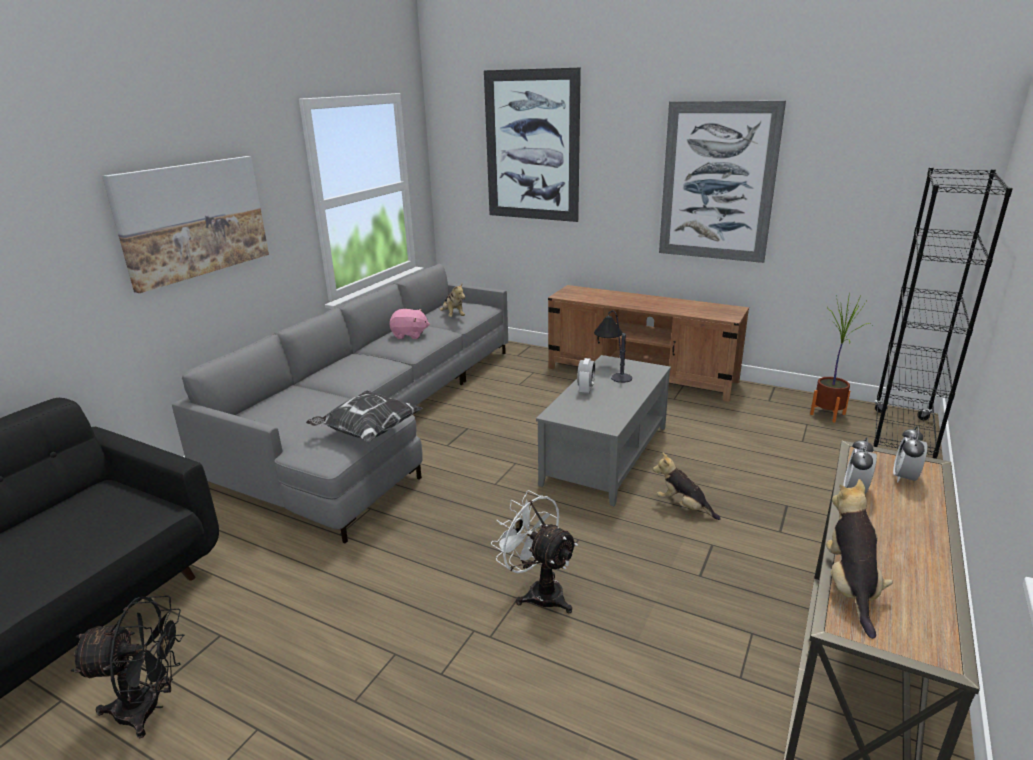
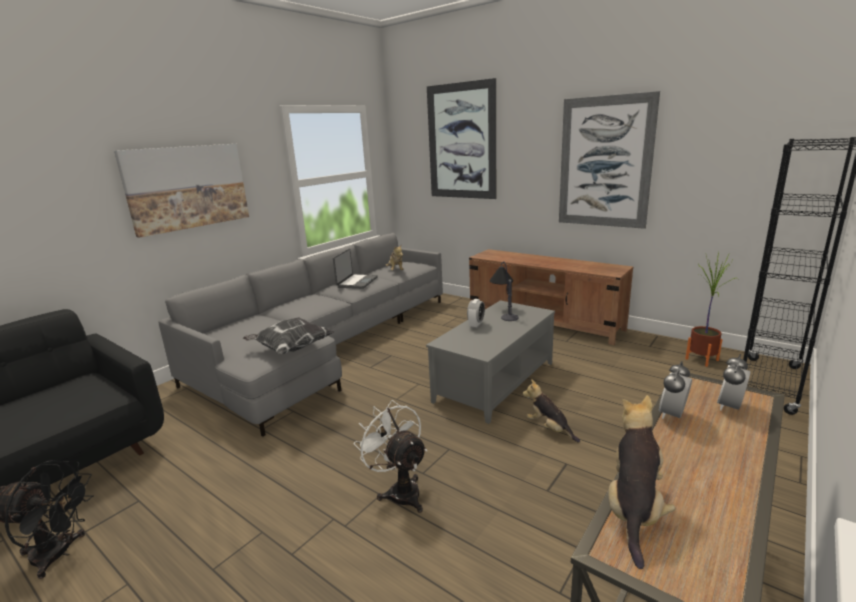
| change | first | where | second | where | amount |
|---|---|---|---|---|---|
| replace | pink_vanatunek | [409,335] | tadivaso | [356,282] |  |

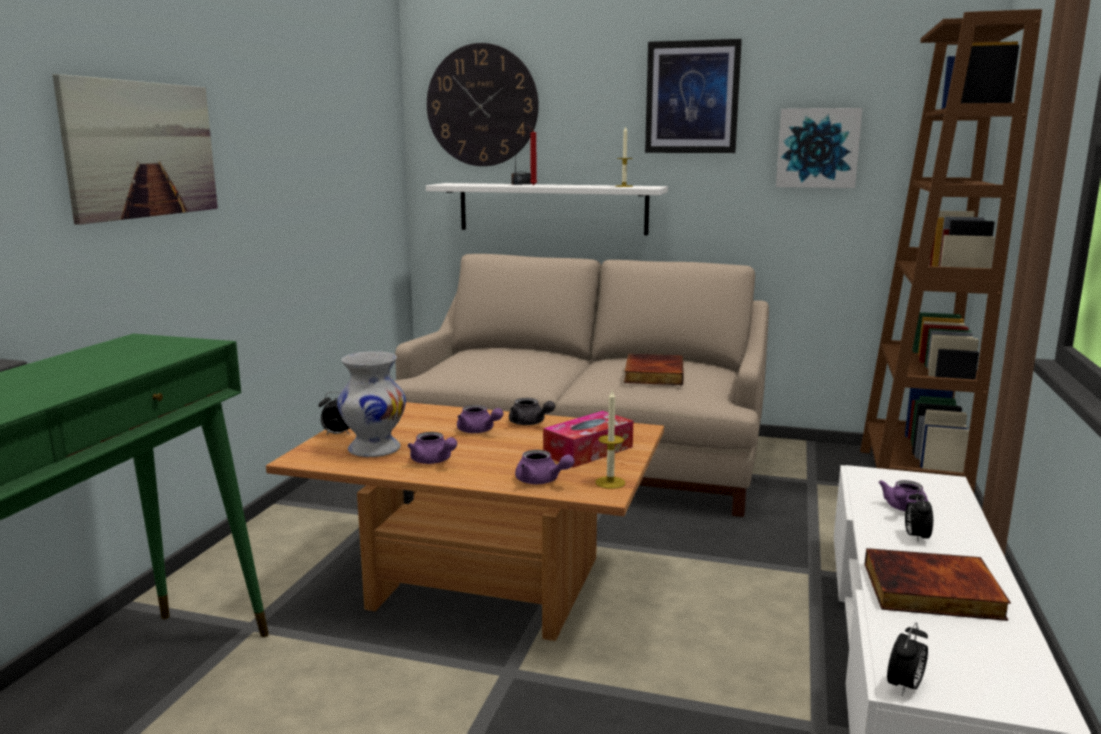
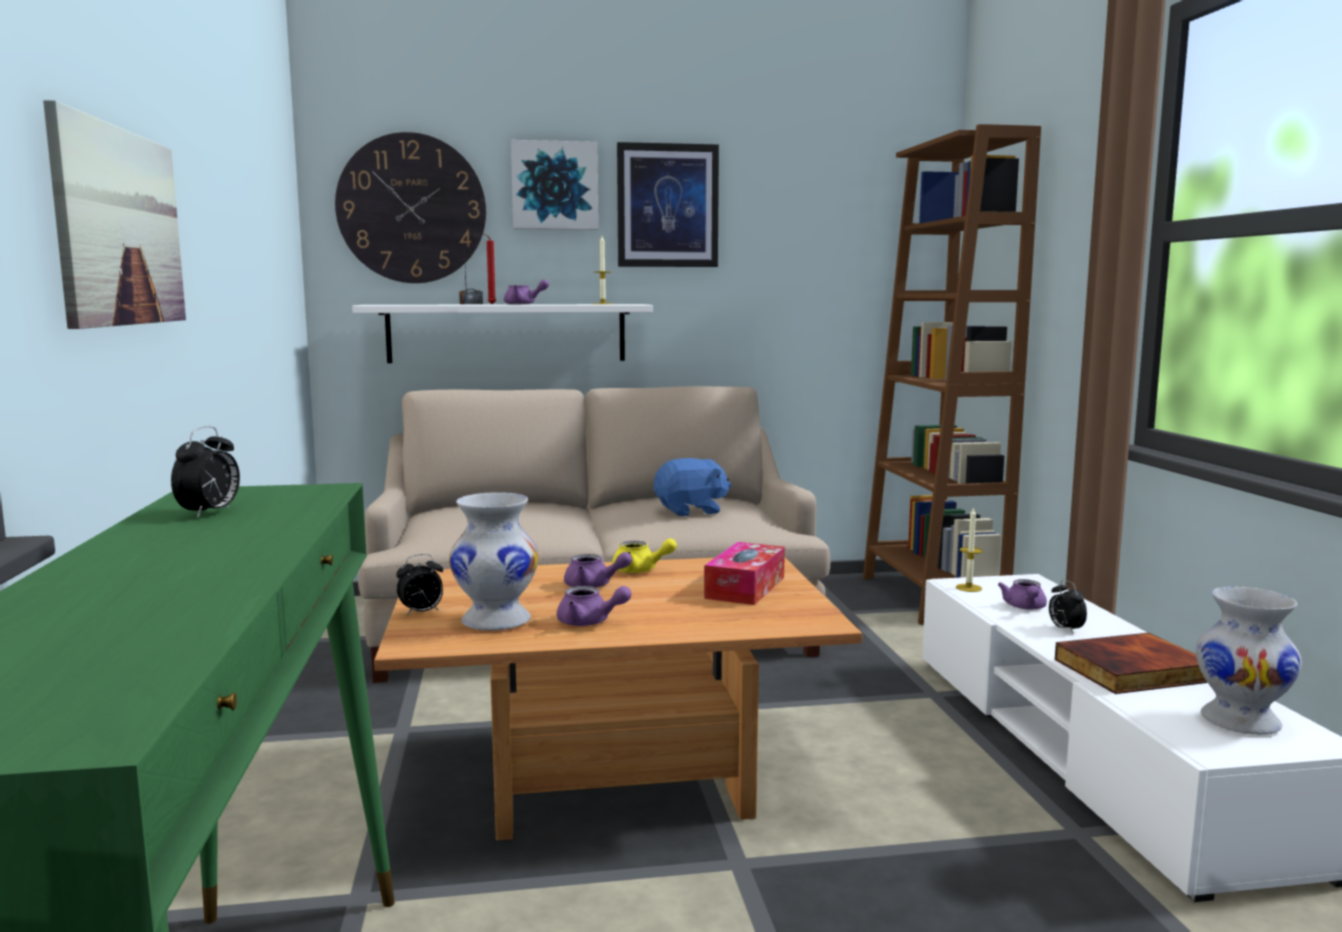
| change | first | where | second | where | amount |
|---|---|---|---|---|---|
| move | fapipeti | [905,687] |  | [210,513] |  |
| move | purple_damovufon | [541,481] |  | [524,304] |  |
| move | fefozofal | [817,148] |  | [554,186] |  |
| recolor | grey_damovufon | [530,423] | yellow_damovufon | [640,570] |  |
| replace | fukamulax | [652,374] | blue_vanatunek | [691,511] |  |
| move | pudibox | [610,482] |  | [968,588] |  |
| insert |  |  | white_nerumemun | [1239,722] |  |

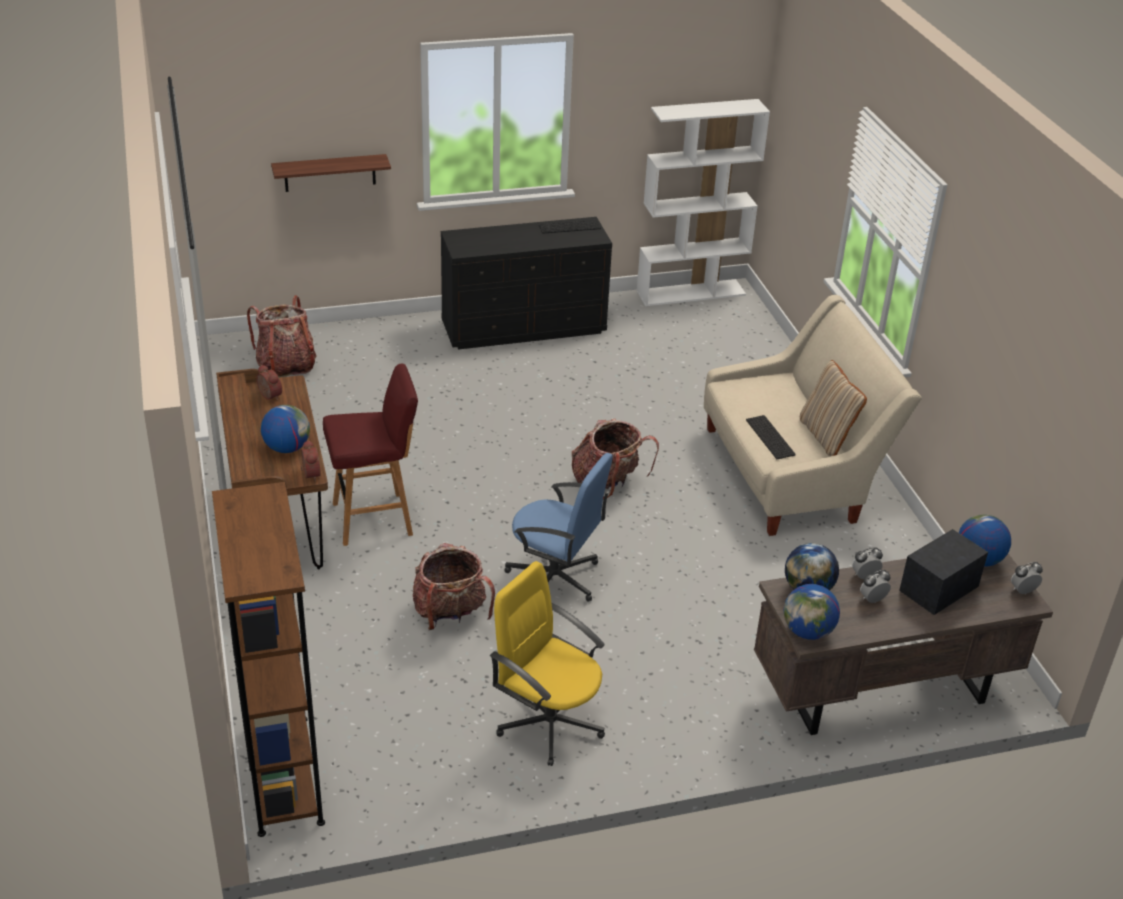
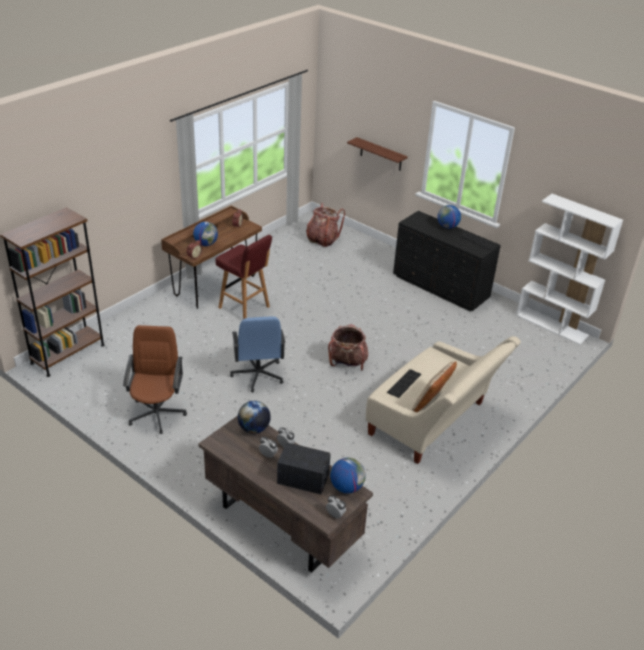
| change | first | where | second | where | amount |
|---|---|---|---|---|---|
| recolor | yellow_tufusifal | [549,722] | brown_tufusifal | [157,413] |  |
| move | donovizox | [808,632] |  | [447,227] |  |
| delete | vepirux | [450,614] |  |  |  |

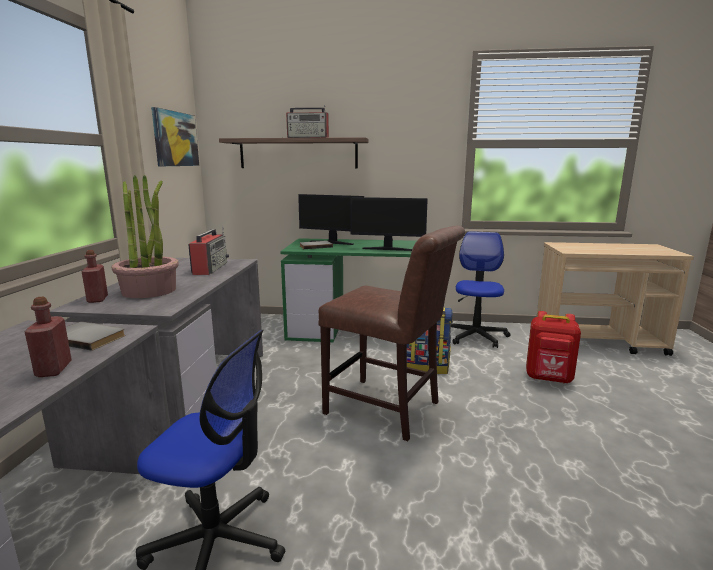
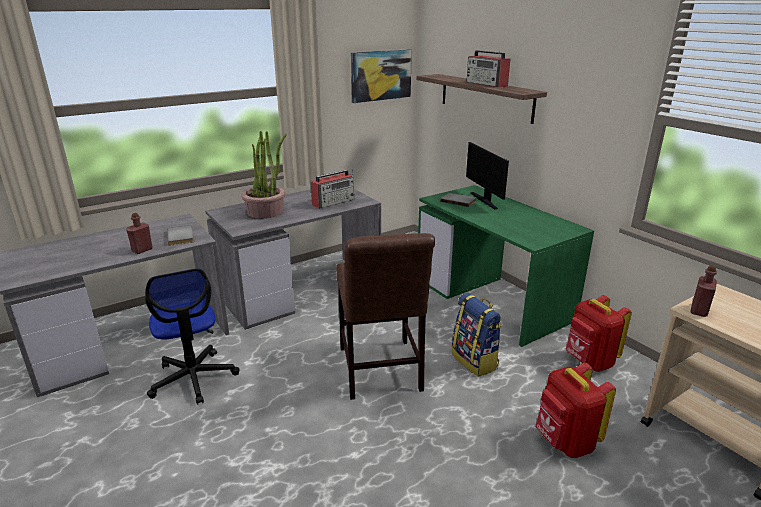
| change | first | where | second | where | amount |
|---|---|---|---|---|---|
| replace | tufusifal | [475,336] | red_vepirux | [589,362] |  |
| move | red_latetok | [97,299] |  | [699,311] |  |
| delete | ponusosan | [387,249] |  |  |  |

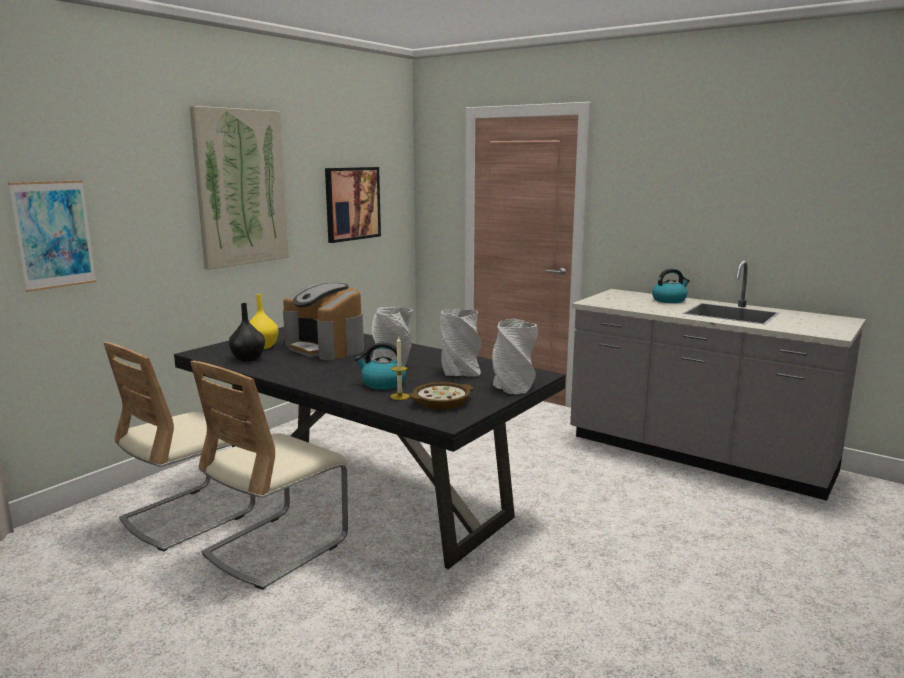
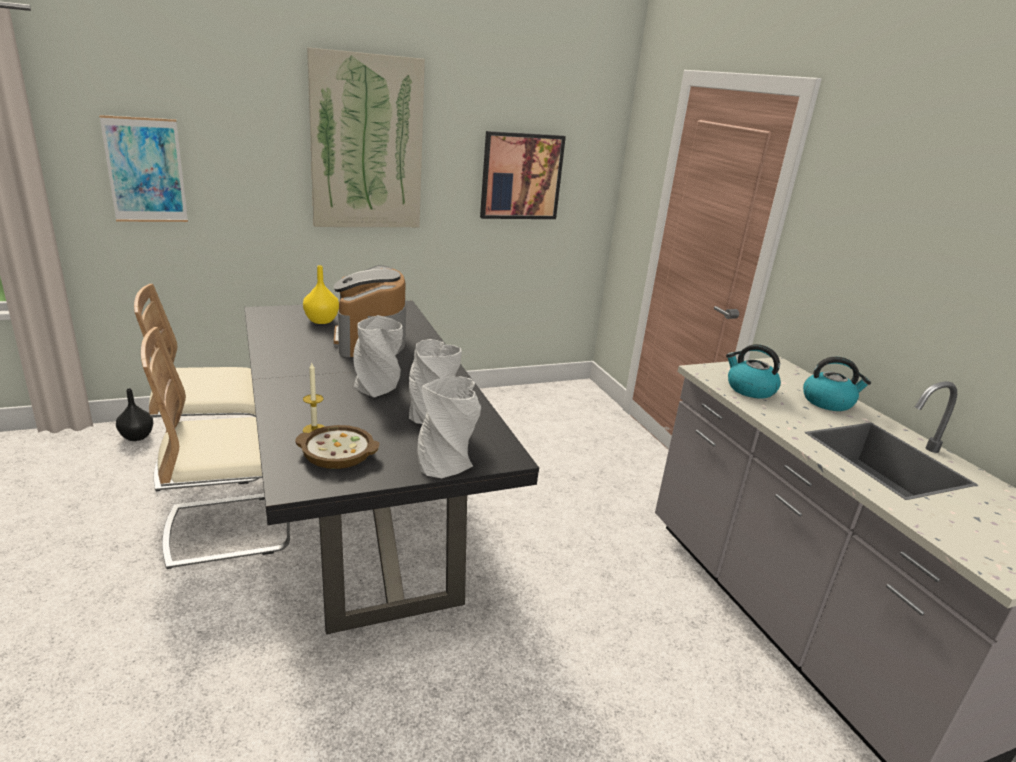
| change | first | where | second | where | amount |
|---|---|---|---|---|---|
| move | black_nerumemun | [248,359] |  | [137,437] |  |
| move | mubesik | [382,384] |  | [749,389] |  |

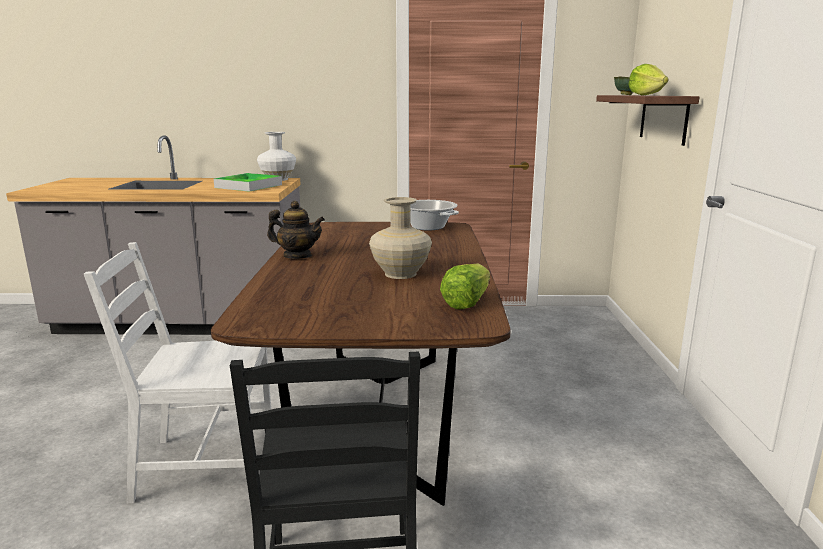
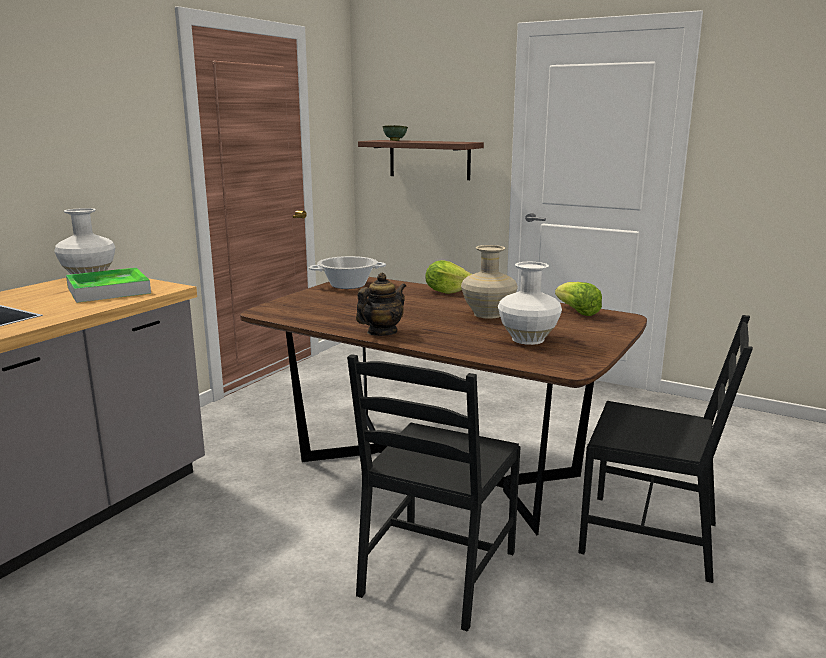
| change | first | where | second | where | amount |
|---|---|---|---|---|---|
| recolor | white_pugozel | [204,466] | black_pugozel | [437,573] |  |
| move | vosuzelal | [646,95] |  | [447,292] |  |
| insert |  |  | white_nerumemun | [527,339] |  |

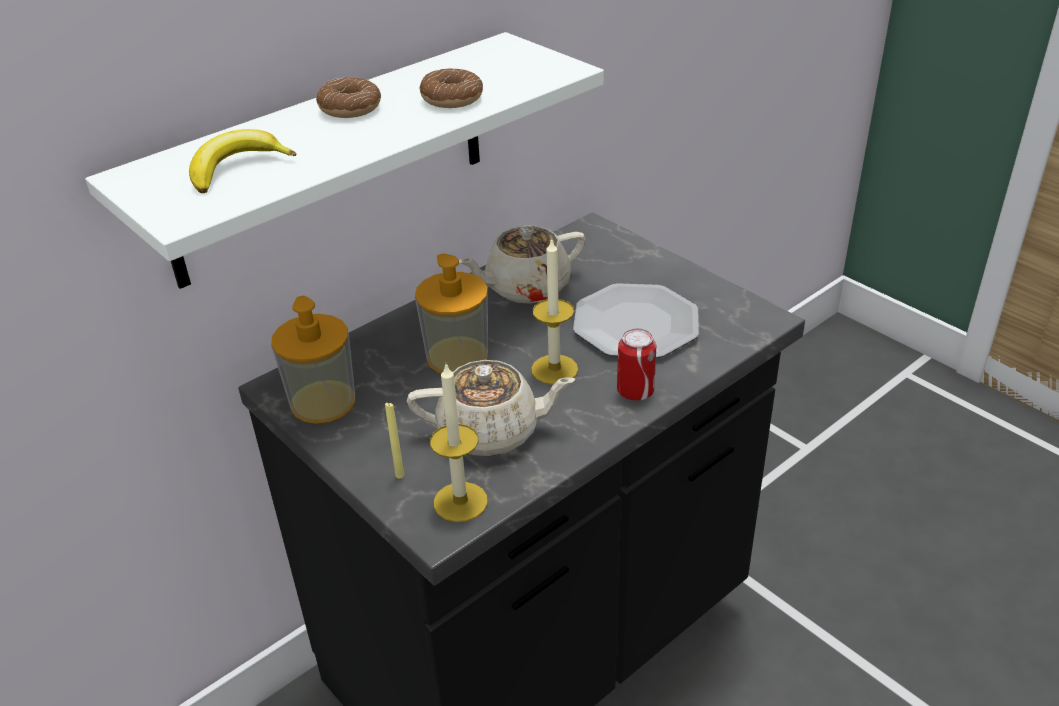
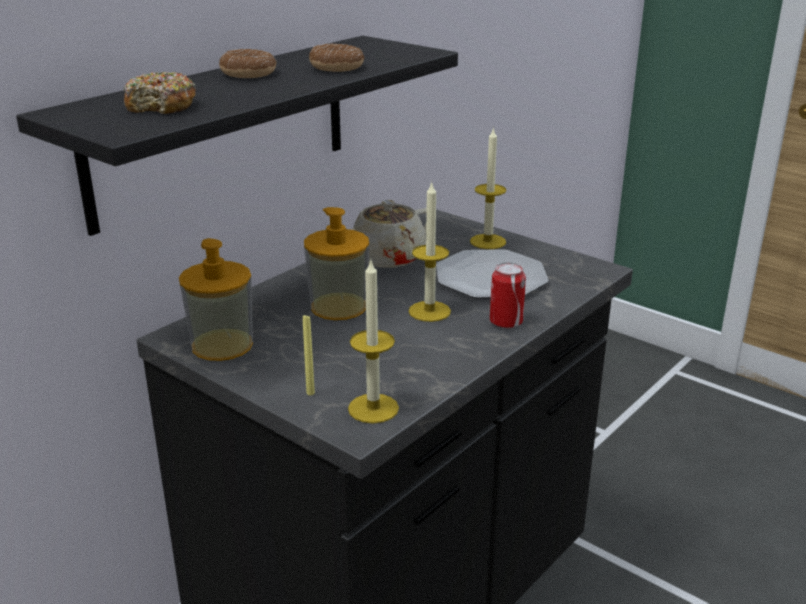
| change | first | where | second | where | amount |
|---|---|---|---|---|---|
| recolor | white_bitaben | [331,159] | black_bitaben | [222,129] |  |
| replace | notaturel | [237,169] | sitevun | [161,106] |  |
| insert |  |  | pudibox | [488,241] |  |
| delete | beige_damovufon | [491,432] |  |  |  |

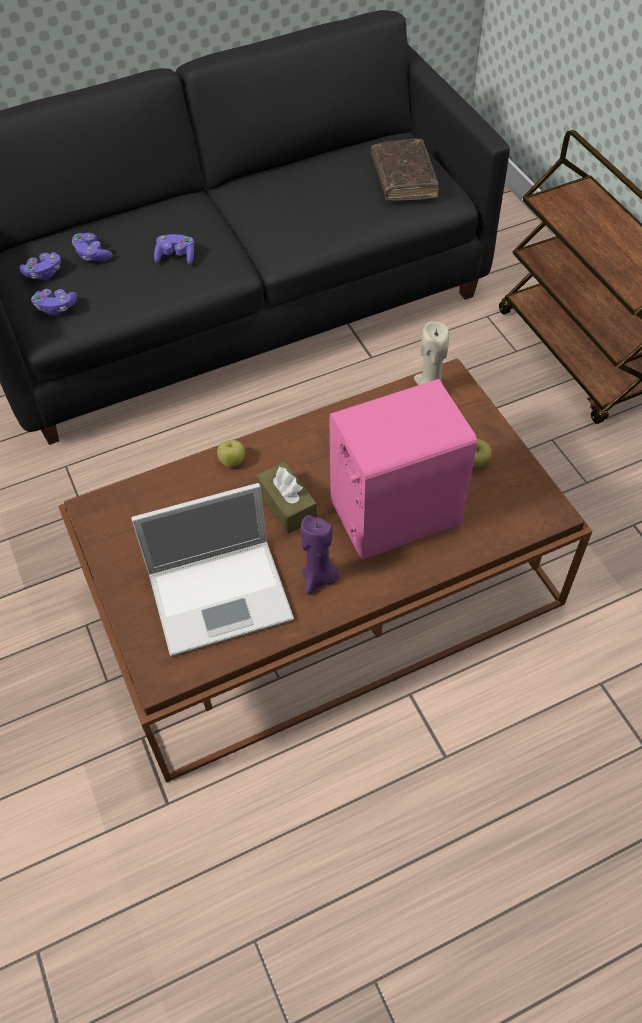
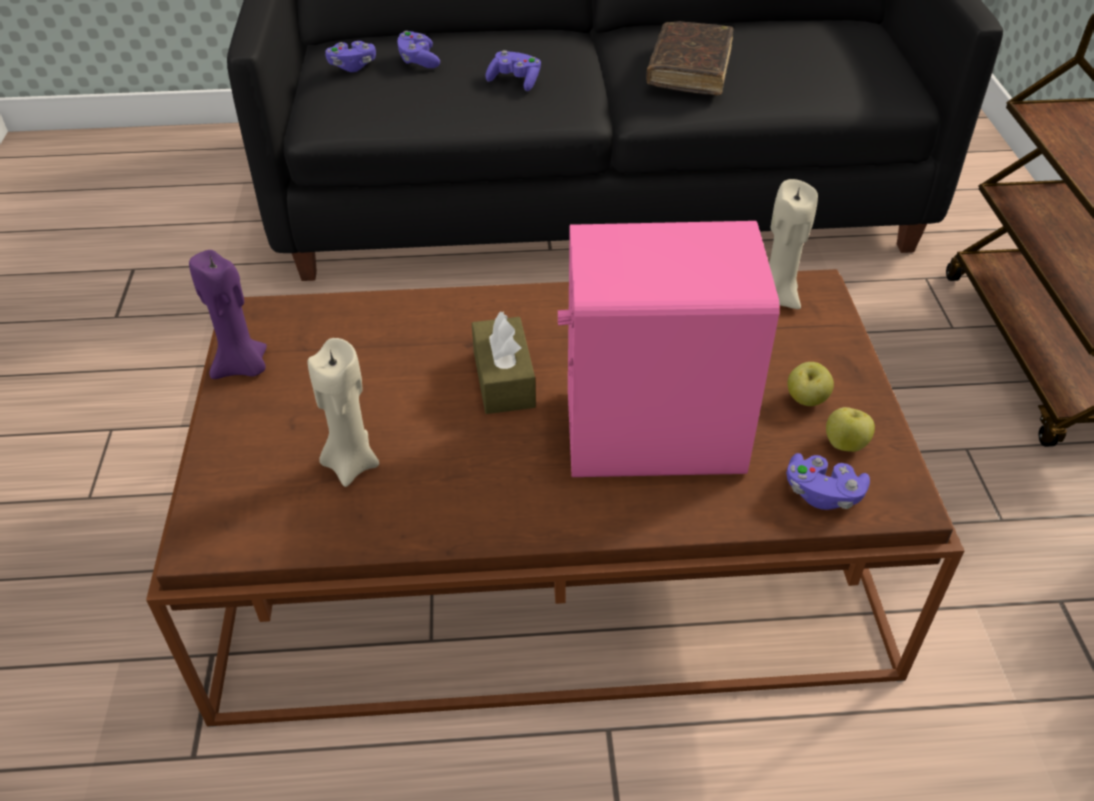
| change | first | where | second | where | amount |
|---|---|---|---|---|---|
| move | purple_pudibox | [319,578] |  | [243,367] |  |
| replace | tadivaso | [222,595] | beige_pudibox | [351,463] |  |
| move | brown_fukamulax | [403,178] |  | [689,69] |  |
| move | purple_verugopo | [56,308] |  | [822,494] |  |
| move | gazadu | [232,461] |  | [845,444] |  |

